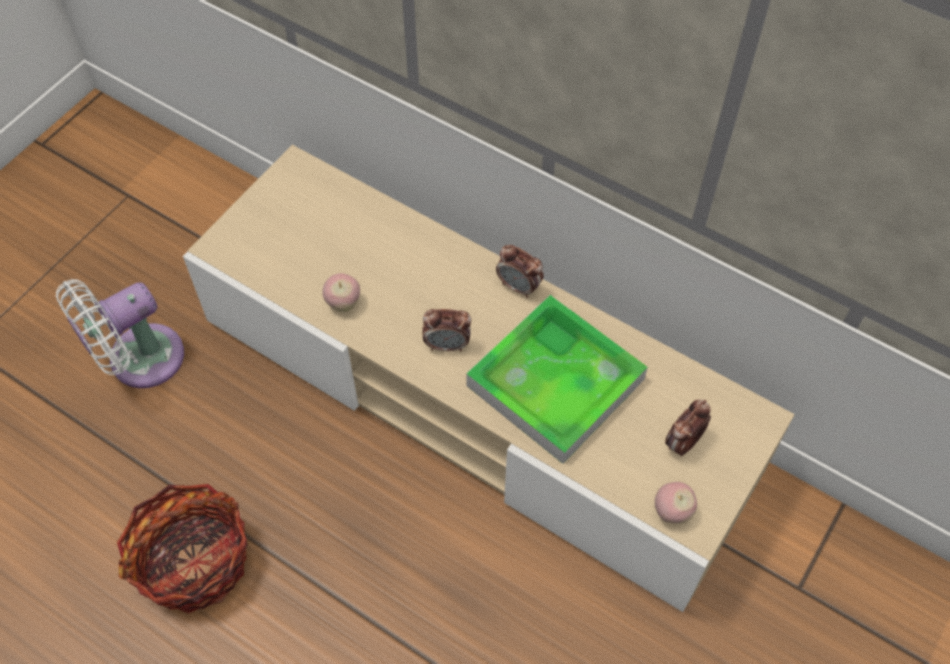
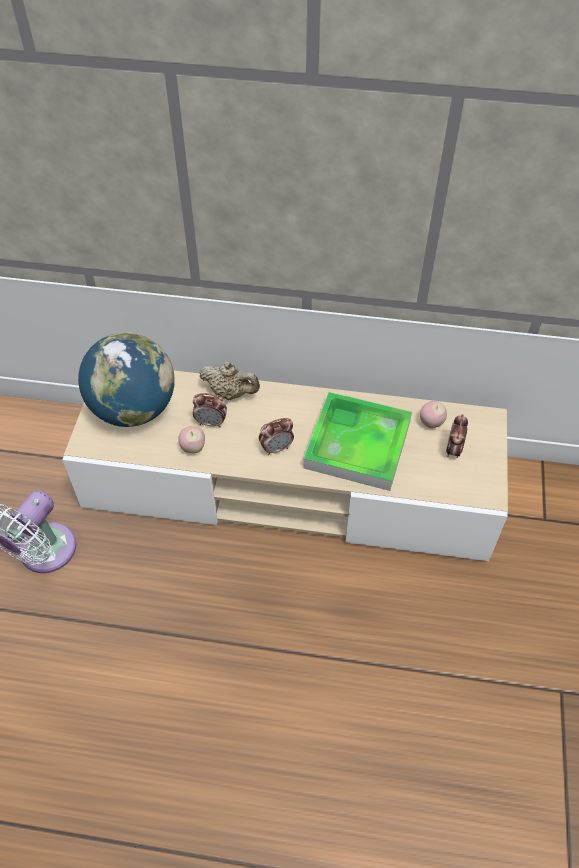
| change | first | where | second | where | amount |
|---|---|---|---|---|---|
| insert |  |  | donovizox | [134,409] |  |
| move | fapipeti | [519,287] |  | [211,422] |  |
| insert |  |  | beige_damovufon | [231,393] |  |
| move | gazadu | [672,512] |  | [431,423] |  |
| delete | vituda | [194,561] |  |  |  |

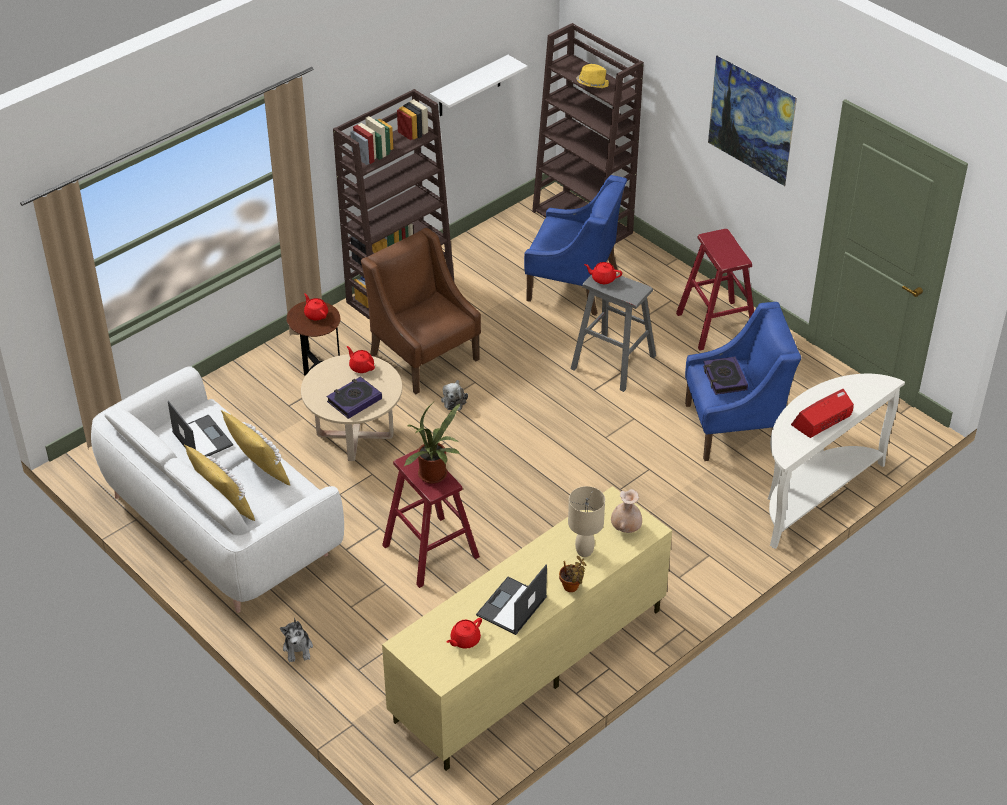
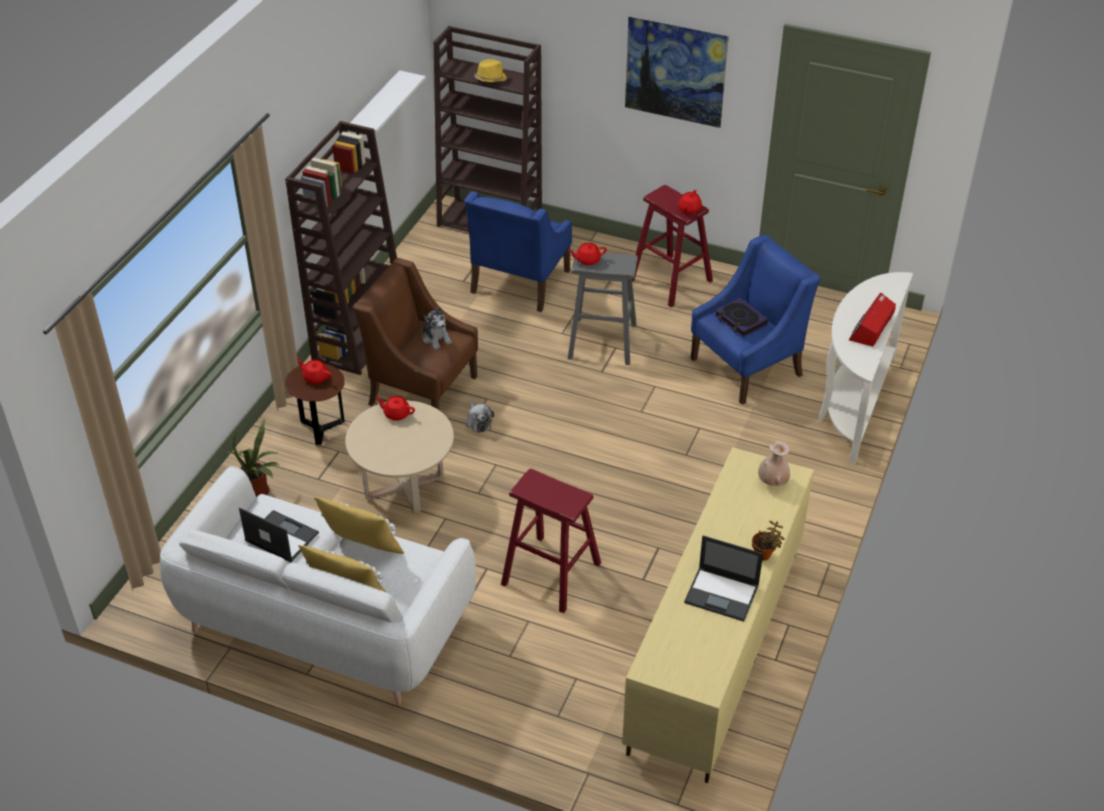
| change | first | where | second | where | amount |
|---|---|---|---|---|---|
| move | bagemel | [435,476] |  | [258,493] |  |
| move | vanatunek | [298,648] |  | [436,338] |  |
| rotate | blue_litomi | [573,285] |  | [519,282] | 120 degrees clockwise |
| move | red_damovufon | [464,640] |  | [689,209] |  |
| rotate | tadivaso | [511,607] |  | [722,594] | 75 degrees counterclockwise |
| delete | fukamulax | [354,400] |  |  |  |
| delete | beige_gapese | [584,551] |  |  |  |

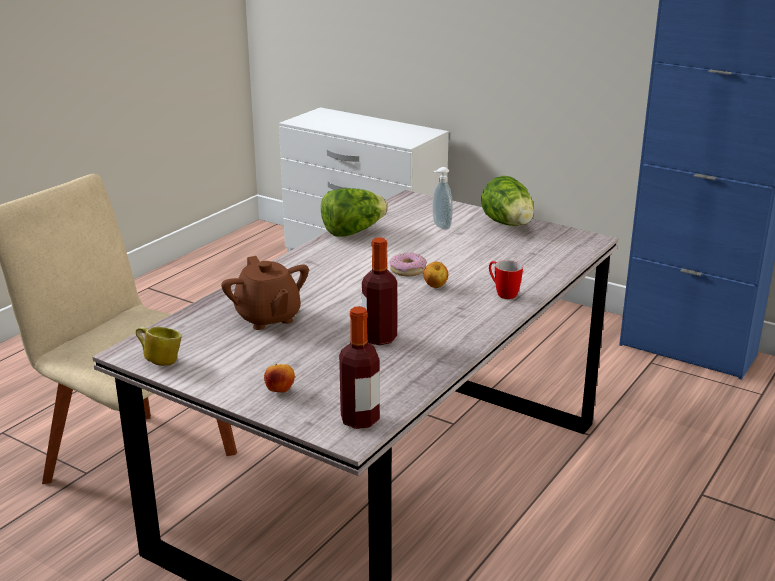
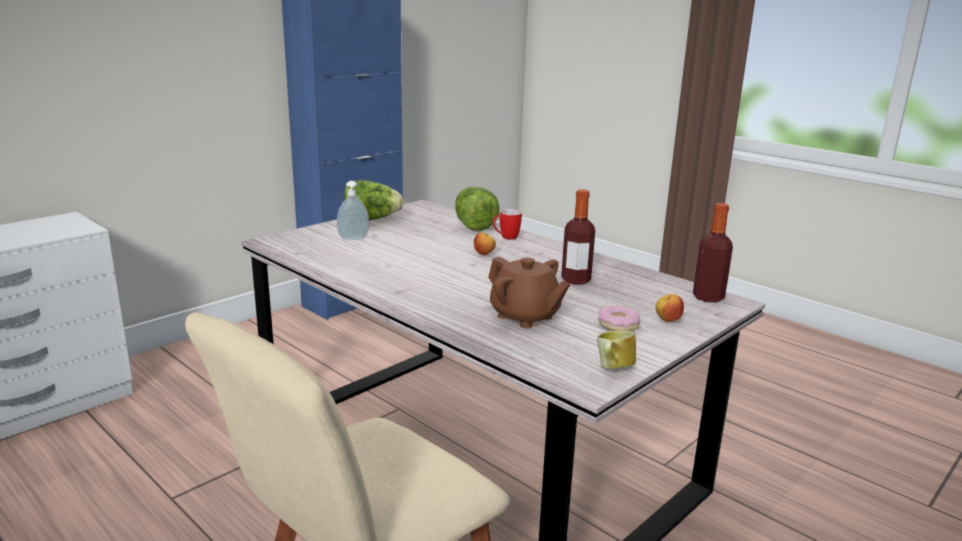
| change | first | where | second | where | amount |
|---|---|---|---|---|---|
| move | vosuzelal | [353,232] |  | [473,225] |  |
| rotate | brown_damovufon | [268,318] |  | [525,317] | 60 degrees clockwise |
| move | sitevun | [408,270] |  | [618,325] |  |

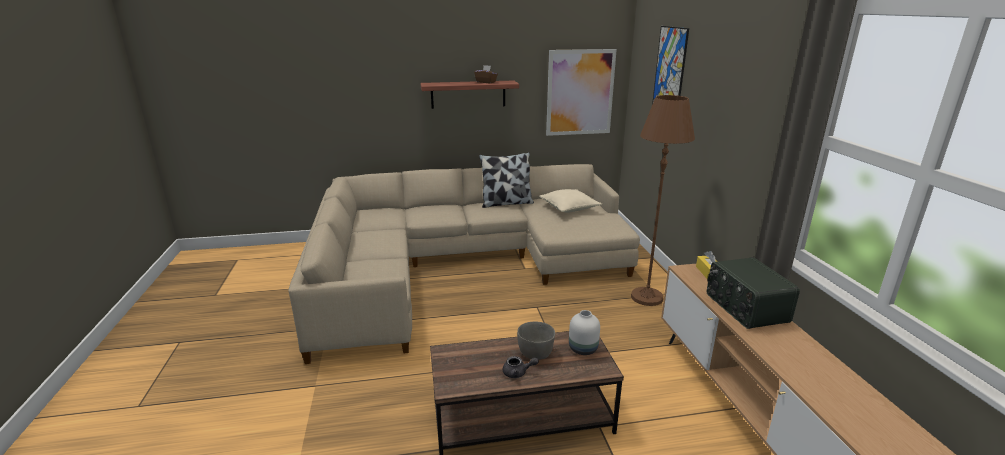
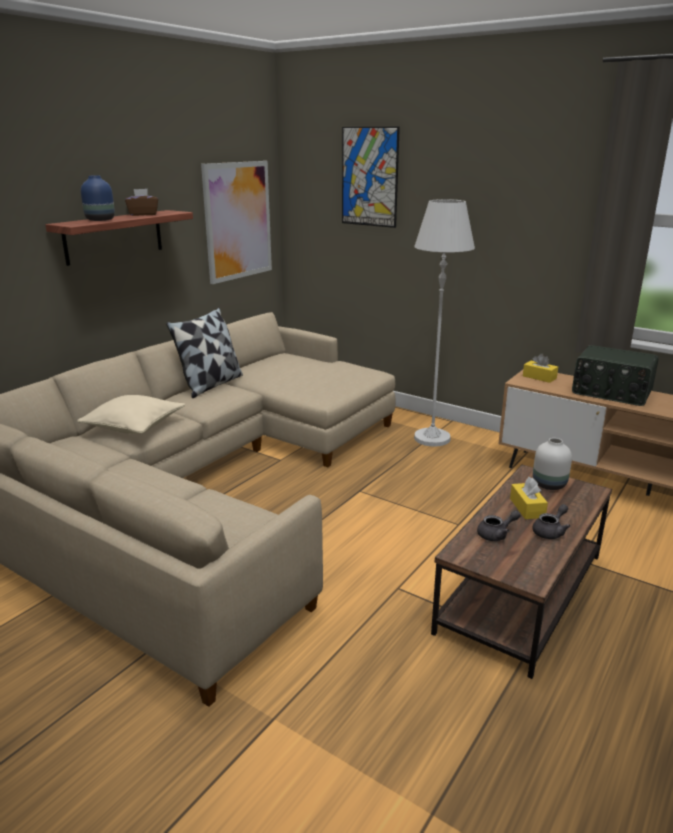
| change | first | where | second | where | amount |
|---|---|---|---|---|---|
| move | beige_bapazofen | [569,208] |  | [134,425] |  |
| insert |  |  | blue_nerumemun | [101,220] |  |
| recolor | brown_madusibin | [646,297] | white_madusibin | [432,438] |  |
| insert |  |  | grey_damovufon | [496,534] |  |
| replace | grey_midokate | [535,353] | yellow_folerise | [527,508] |  |

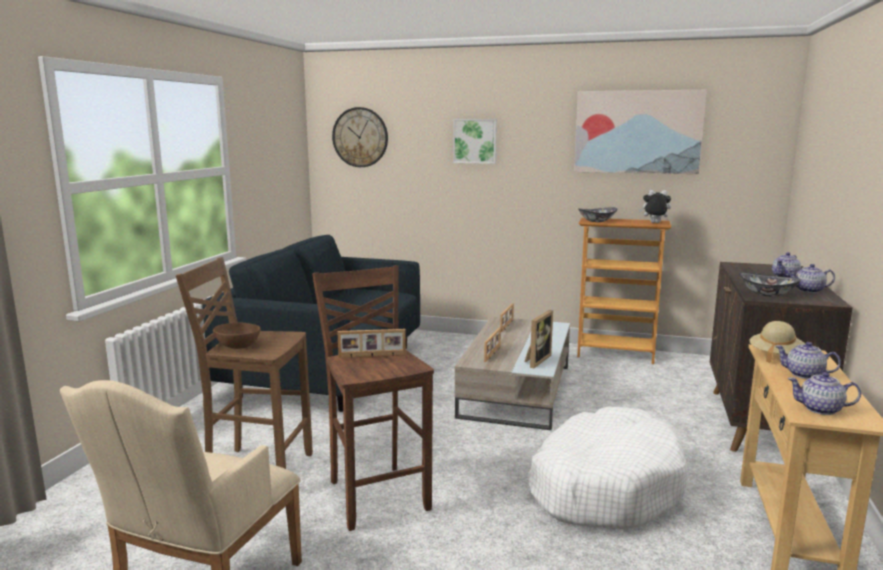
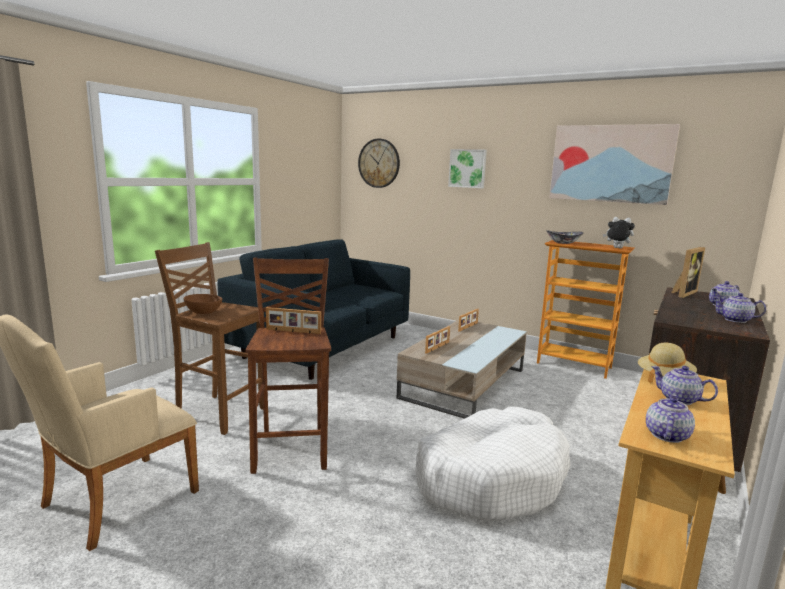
| change | first | where | second | where | amount |
|---|---|---|---|---|---|
| rotate | damovufon | [821,409] |  | [666,435] | 90 degrees clockwise |
| move | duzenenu | [536,360] |  | [682,293] |  |
| delete | midokate | [767,294] |  |  |  |

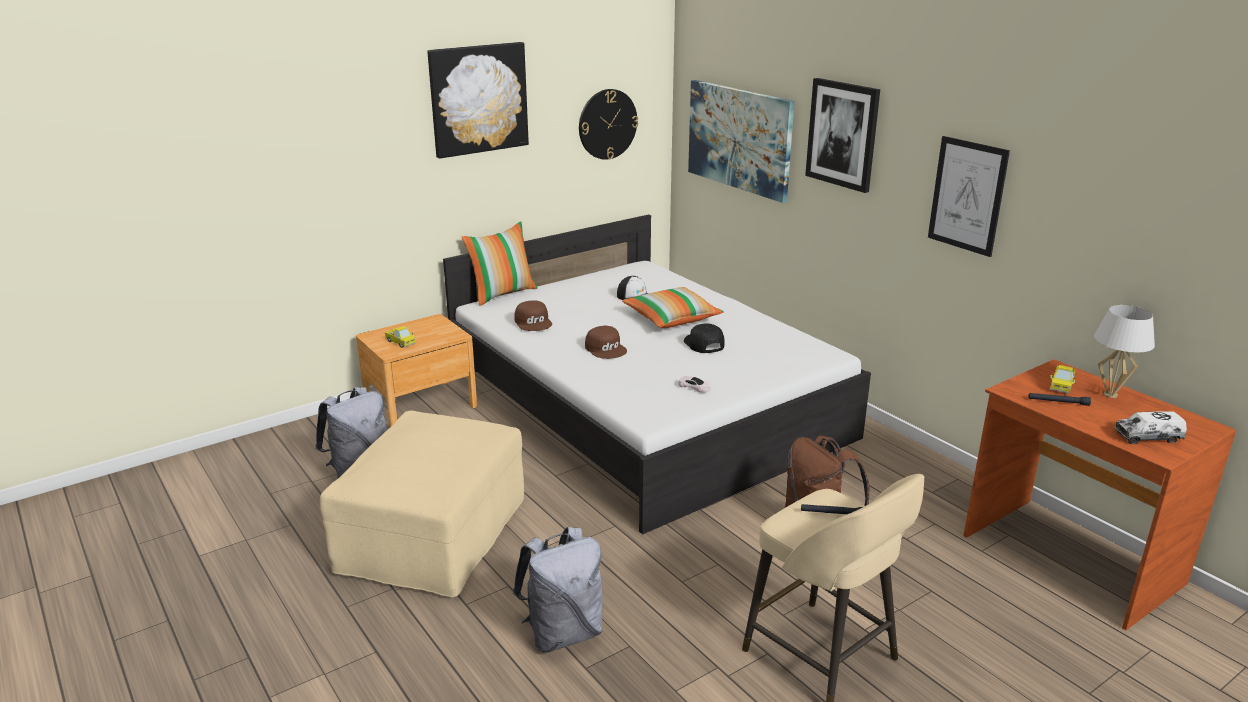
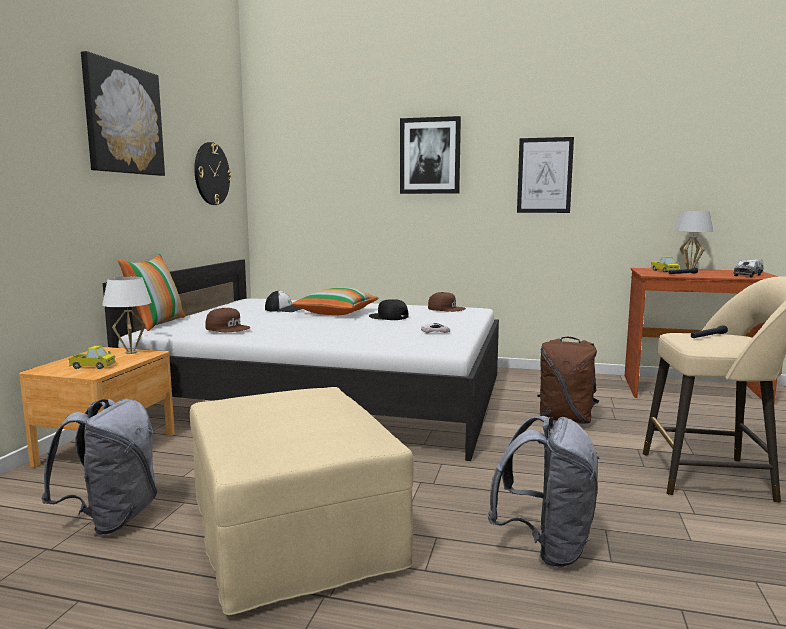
| change | first | where | second | where | amount |
|---|---|---|---|---|---|
| insert |  |  | white_gapese | [131,352] |  |
| move | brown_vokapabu | [606,348] |  | [446,308] |  |
| delete | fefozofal | [739,138] |  |  |  |

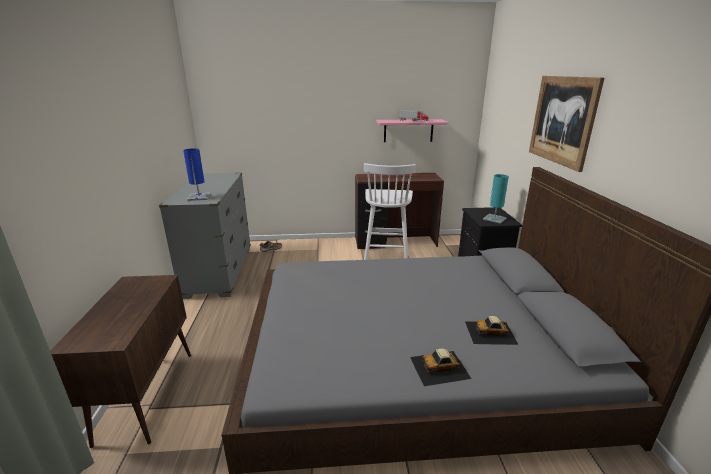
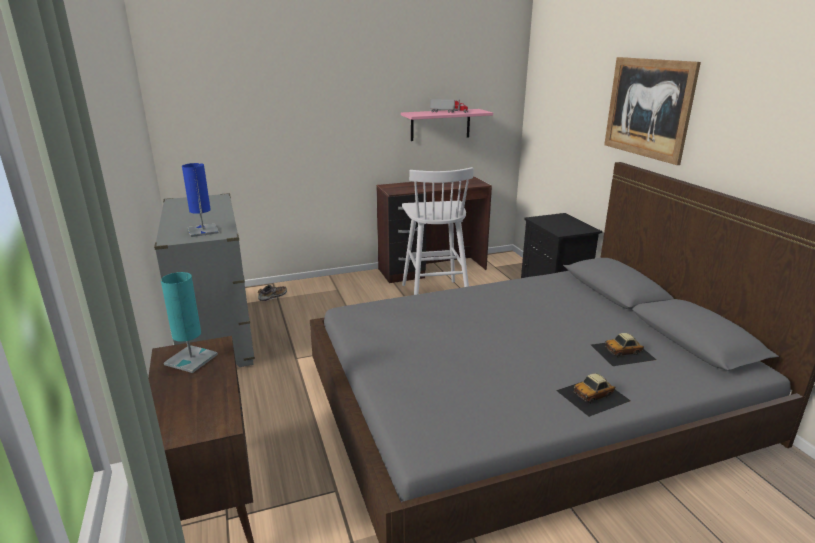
| change | first | where | second | where | amount |
|---|---|---|---|---|---|
| move | turquoise_gapese | [494,219] |  | [191,359] |  |

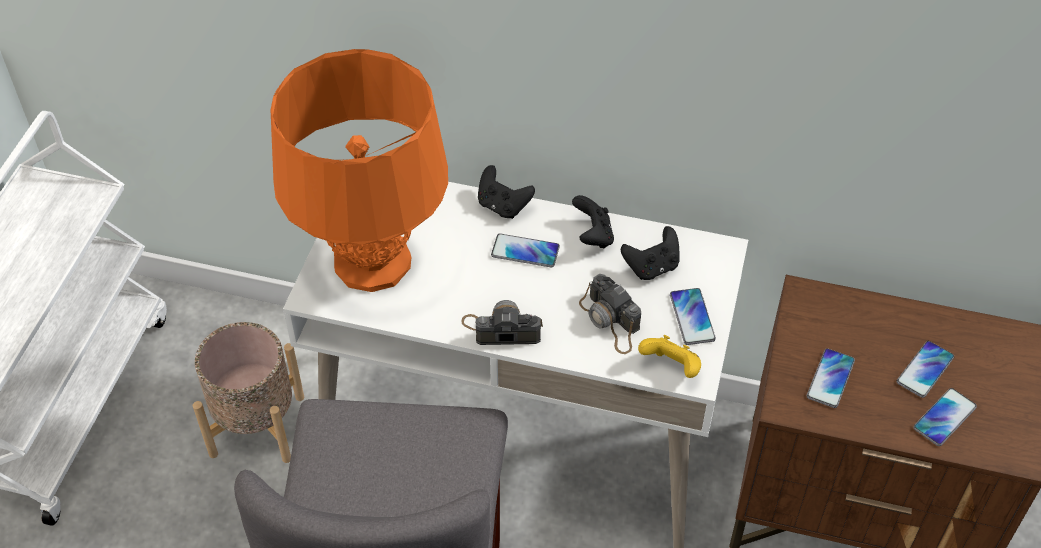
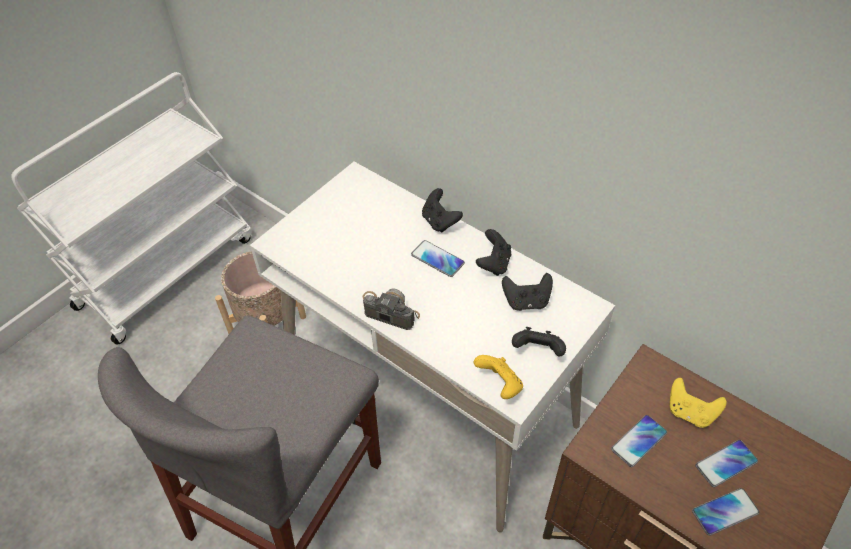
| change | first | where | second | where | amount |
|---|---|---|---|---|---|
| replace | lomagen | [692,317] | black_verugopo | [537,351] |  |
| insert |  |  | yellow_verugopo | [690,412] |  |
| delete | orange_gapese | [372,261] |  |  |  |
| delete | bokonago | [610,321] |  |  |  |

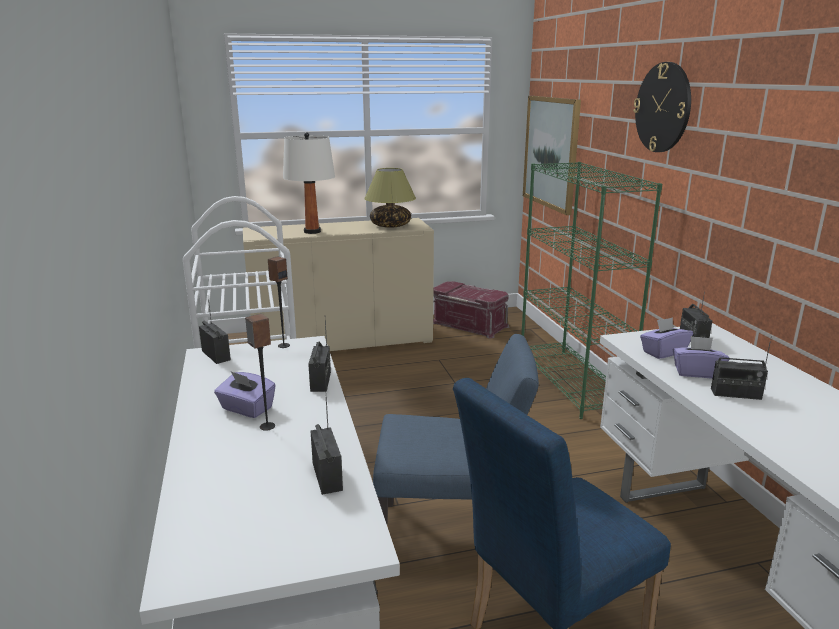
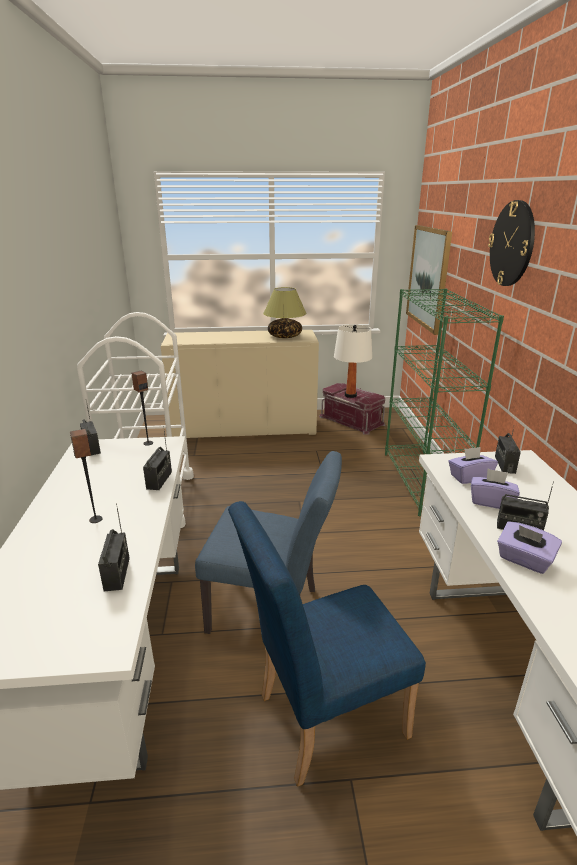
| change | first | where | second | where | amount |
|---|---|---|---|---|---|
| move | white_gapese | [312,231] |  | [350,395] |  |
| move | purple_folerise | [246,409] |  | [524,560] |  |

